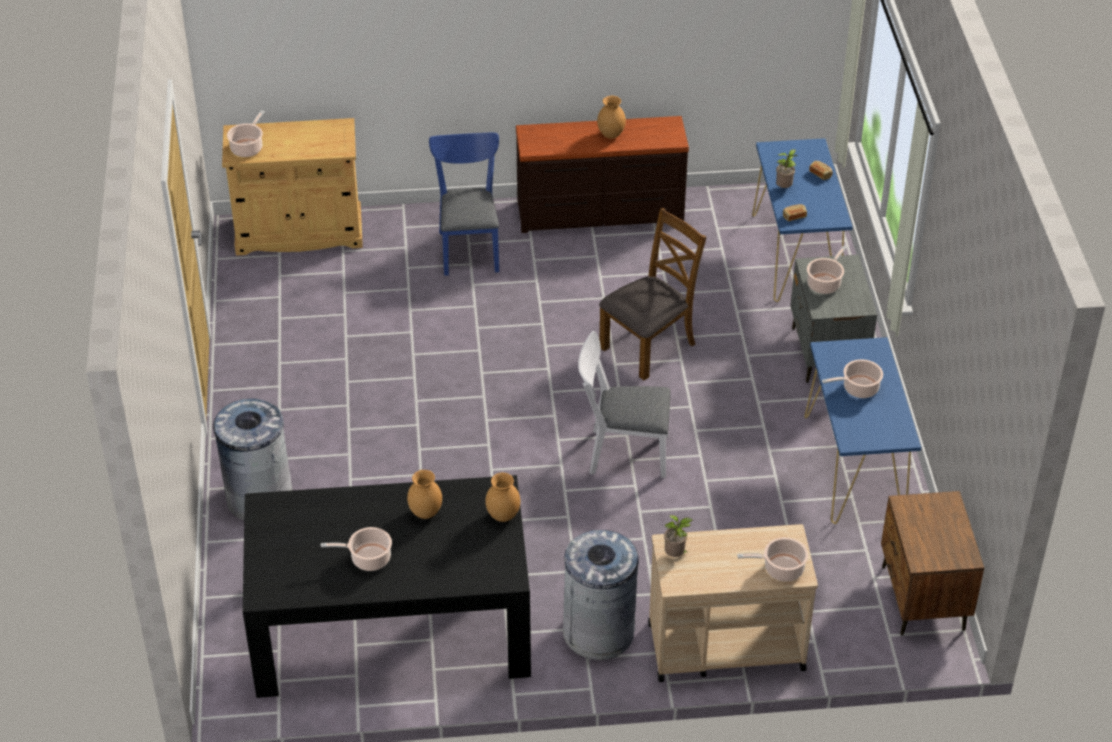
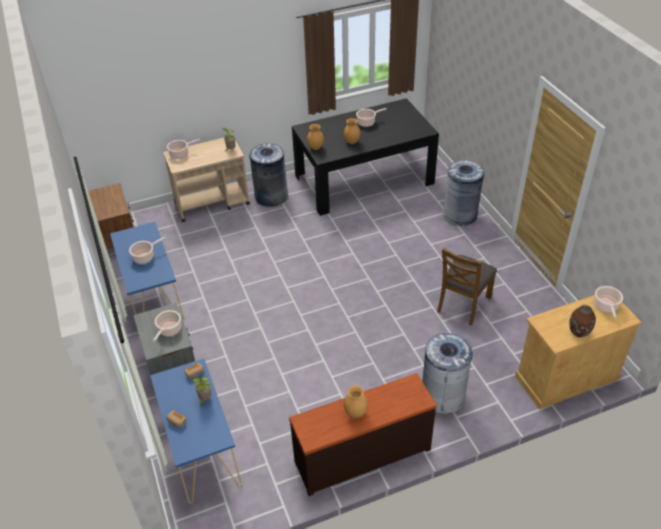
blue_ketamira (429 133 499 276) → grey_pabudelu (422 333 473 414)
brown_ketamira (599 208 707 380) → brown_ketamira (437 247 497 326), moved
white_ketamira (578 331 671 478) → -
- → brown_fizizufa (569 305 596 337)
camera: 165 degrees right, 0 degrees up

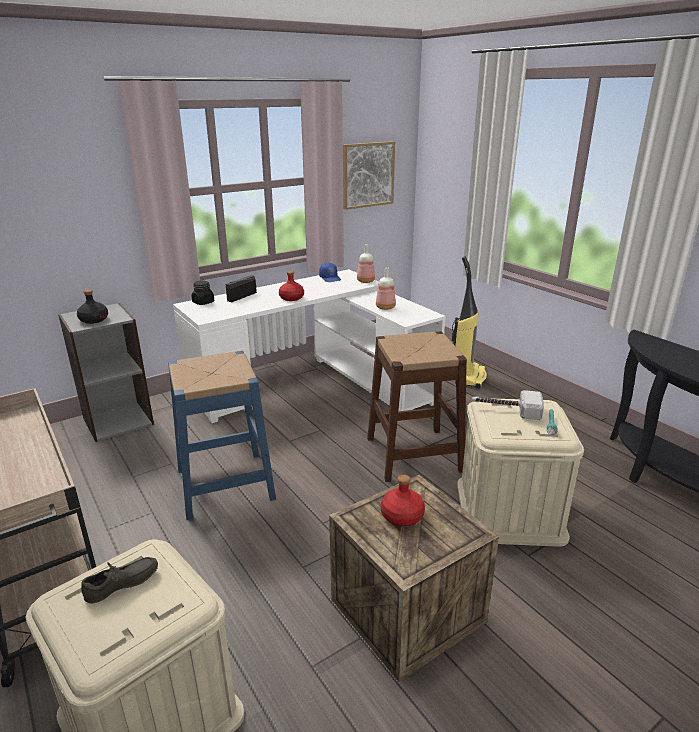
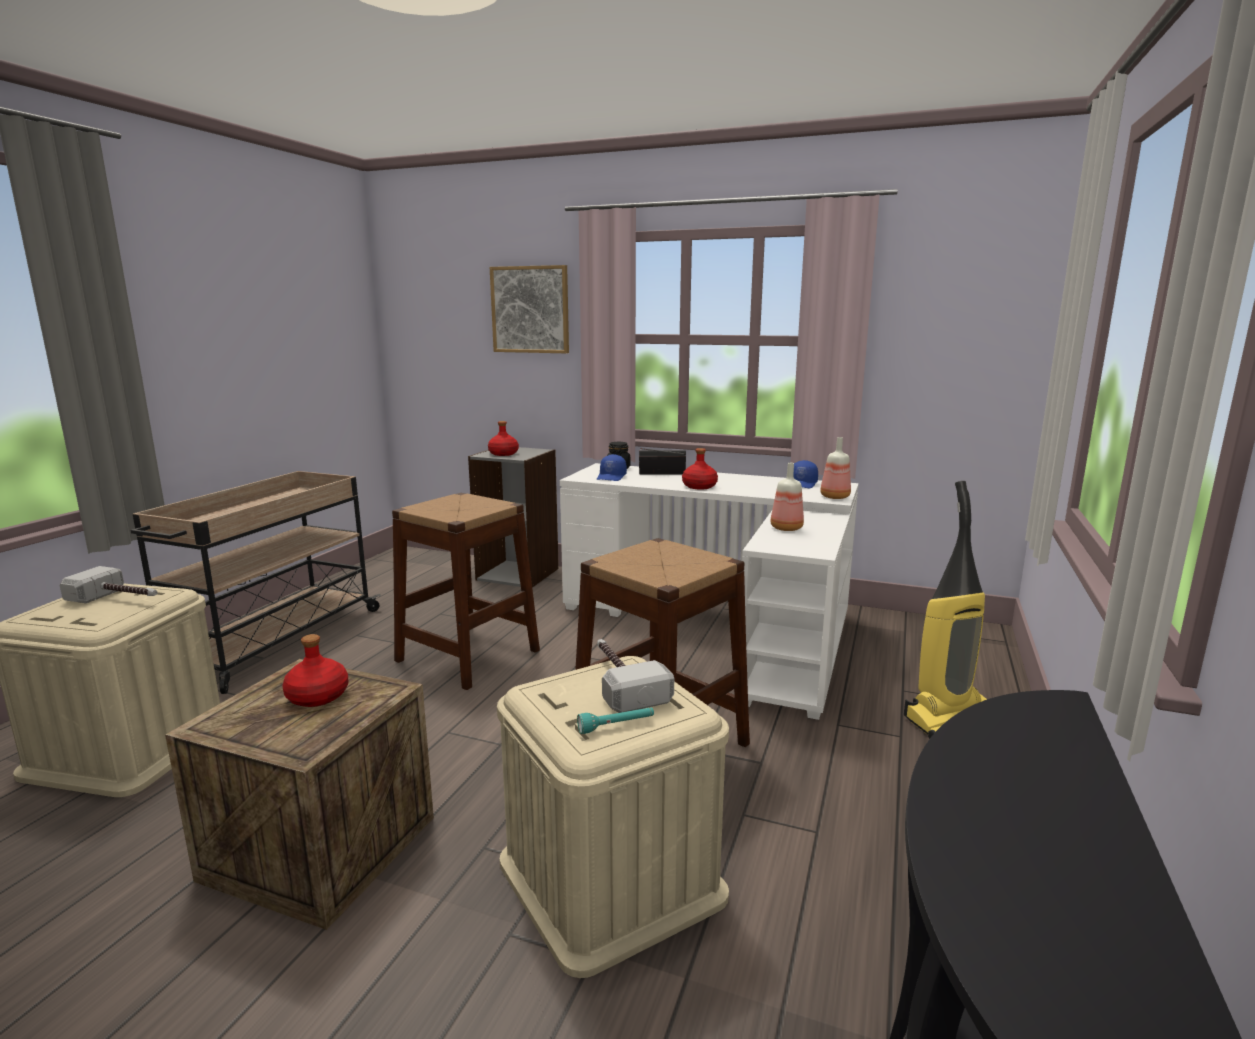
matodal (343 141 395 210) → matodal (490 265 569 353), moved
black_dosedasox (77 290 108 324) → red_dosedasox (488 421 519 456)
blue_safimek (168 351 276 520) → brown_safimek (392 493 540 690)
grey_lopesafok (81 557 158 604) → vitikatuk (60 566 157 603)
- → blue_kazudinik (597 454 627 481)
camera: 55 degrees right, 10 degrees down

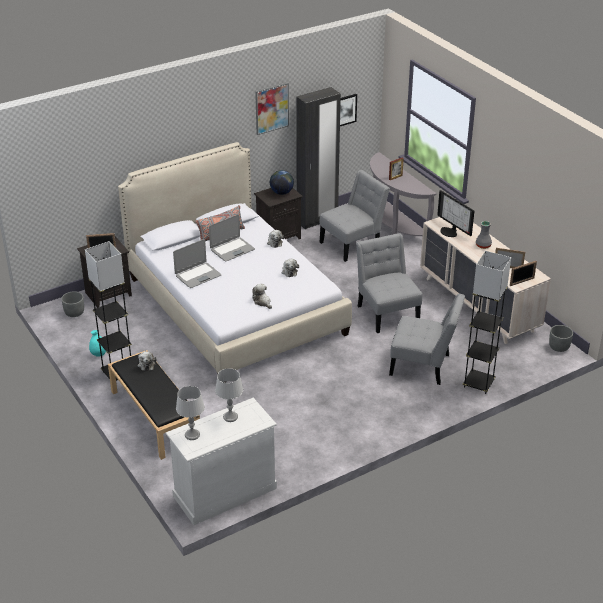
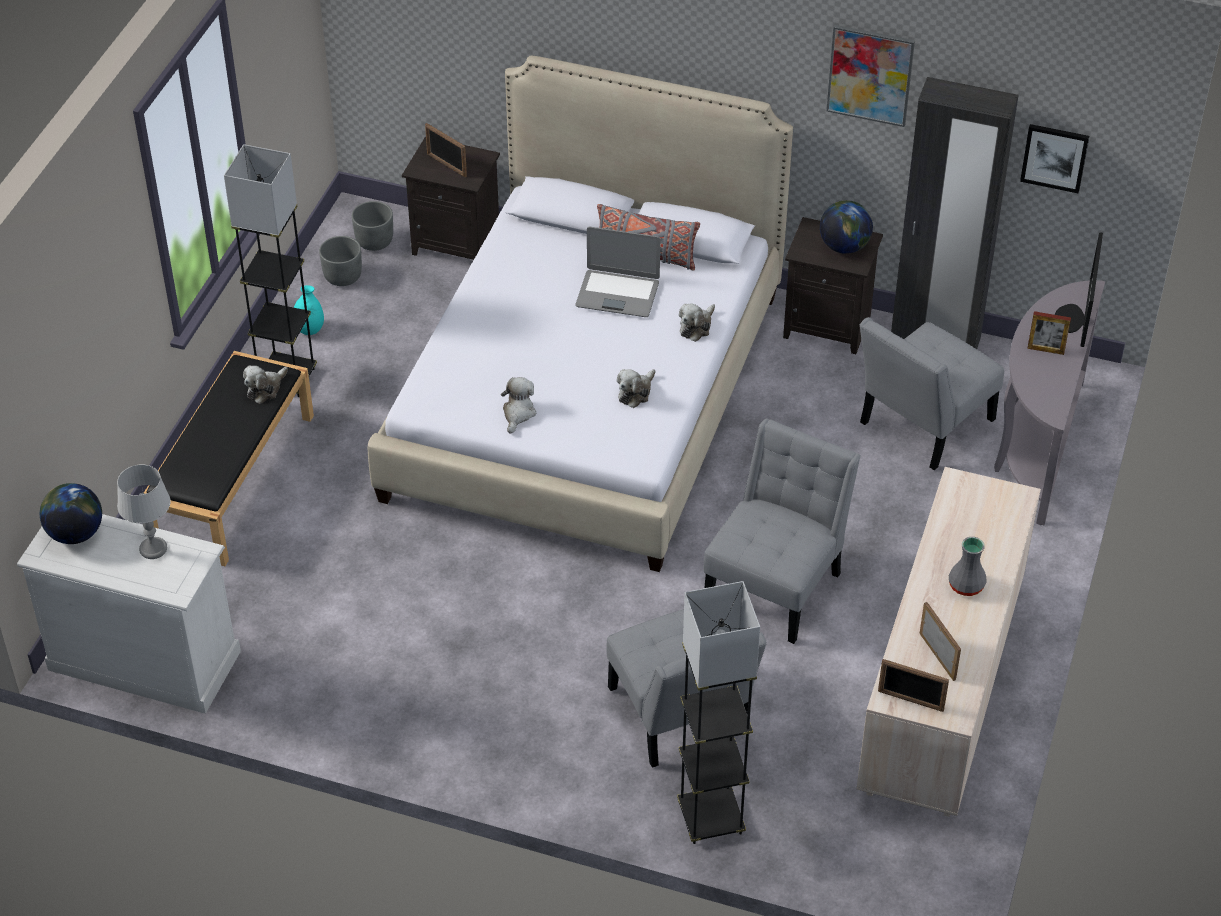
grey_ketamira (320 170 390 262) → grey_ketamira (860 317 1004 470), 120 degrees clockwise
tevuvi (437 190 474 237) → tevuvi (1055 232 1103 347), moved
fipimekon (173 239 221 288) → -
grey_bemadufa (549 325 573 352) → grey_bemadufa (319 236 362 286), moved
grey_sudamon (176 386 205 440) → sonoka (40 483 102 544)
camera: 50 degrees right, 10 degrees up

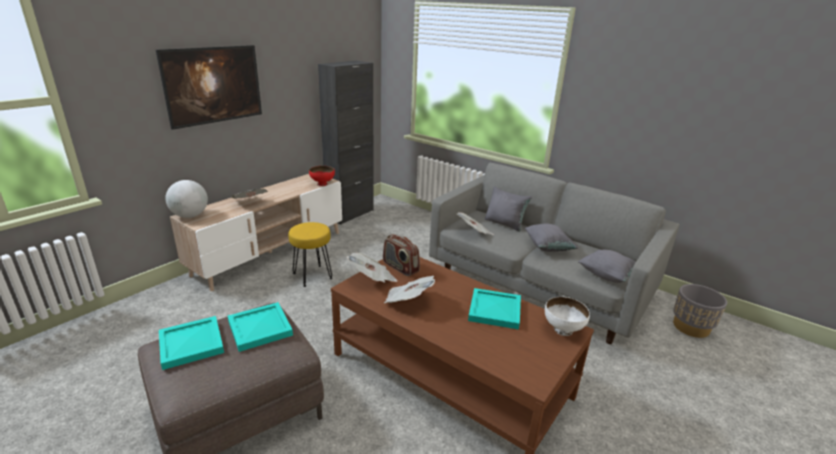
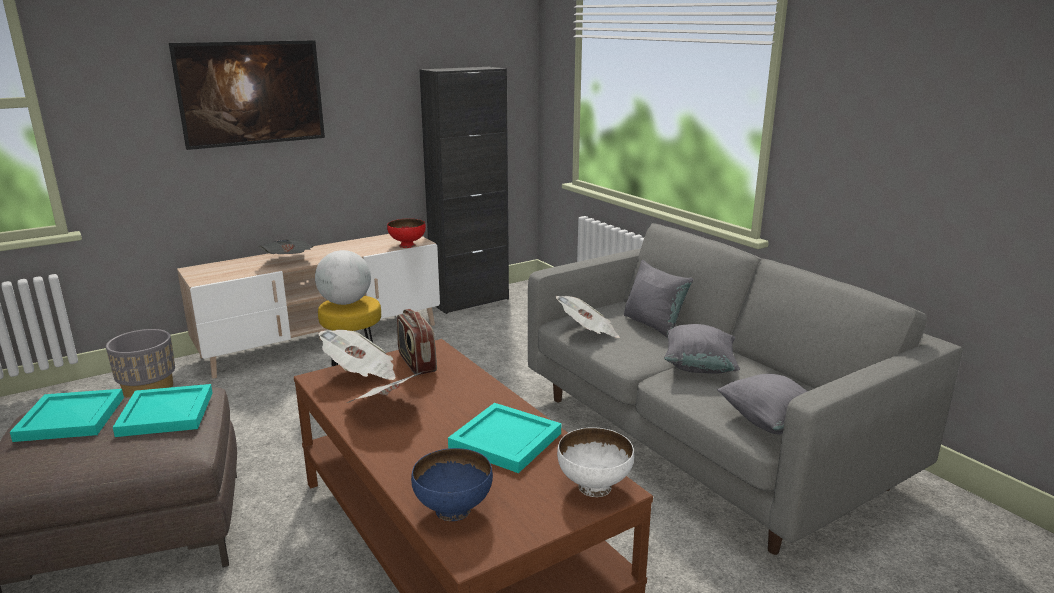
sonoka (165 180 208 218) → sonoka (315 250 371 305), moved
grey_bemadufa (673 284 727 338) → grey_bemadufa (106 329 175 398), moved
- → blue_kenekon (411 448 493 521)
camera: 20 degrees right, 5 degrees down

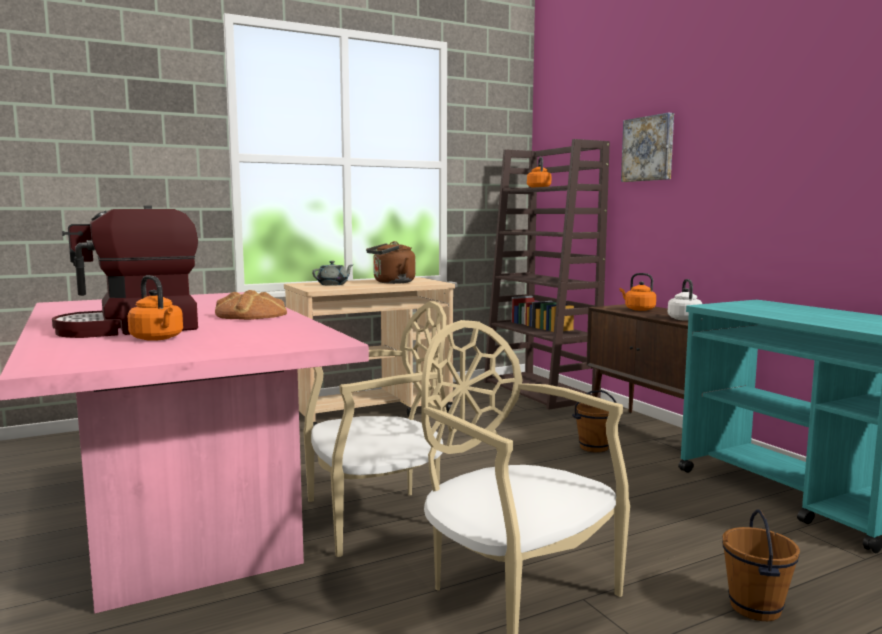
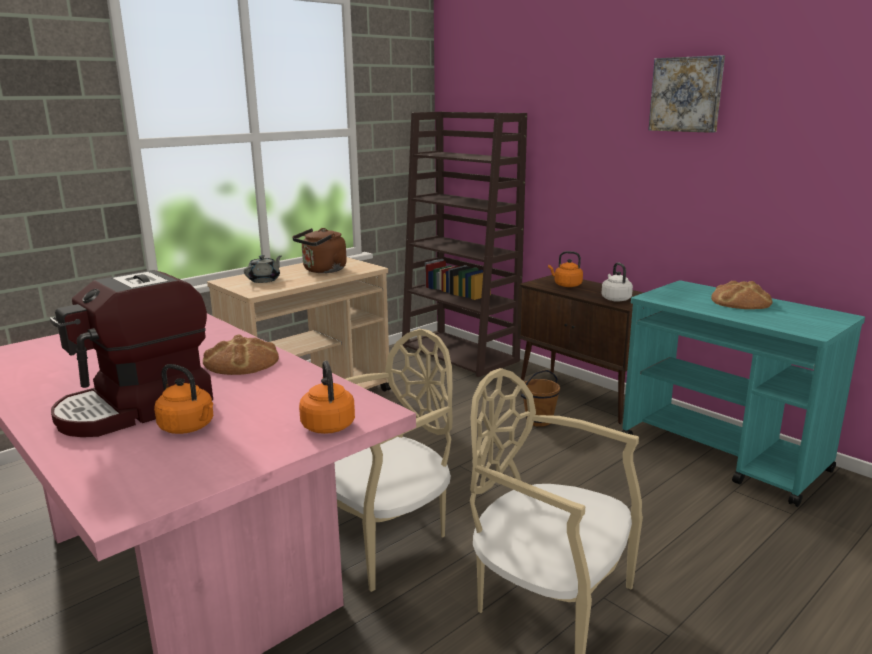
matodal (621 113 674 182) → matodal (648 55 725 133), moved
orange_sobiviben (527 157 551 188) → orange_sobiviben (299 361 355 434), moved
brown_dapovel (722 509 800 621) → -
- → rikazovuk (711 281 772 309)
camera: 15 degrees left, 10 degrees up

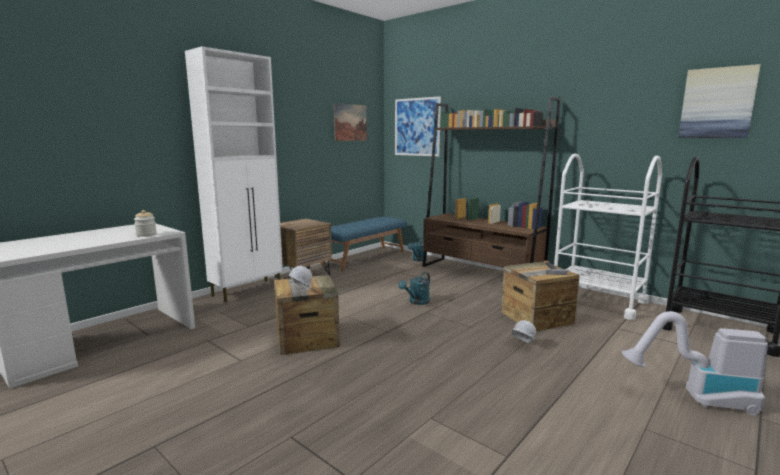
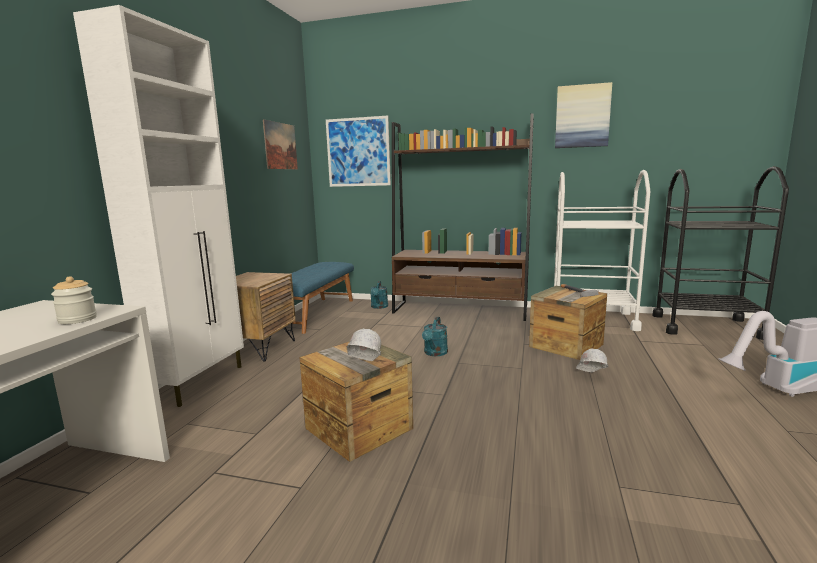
matodal (678 64 761 138) → matodal (555 82 612 148), moved
camera: 25 degrees left, 0 degrees up

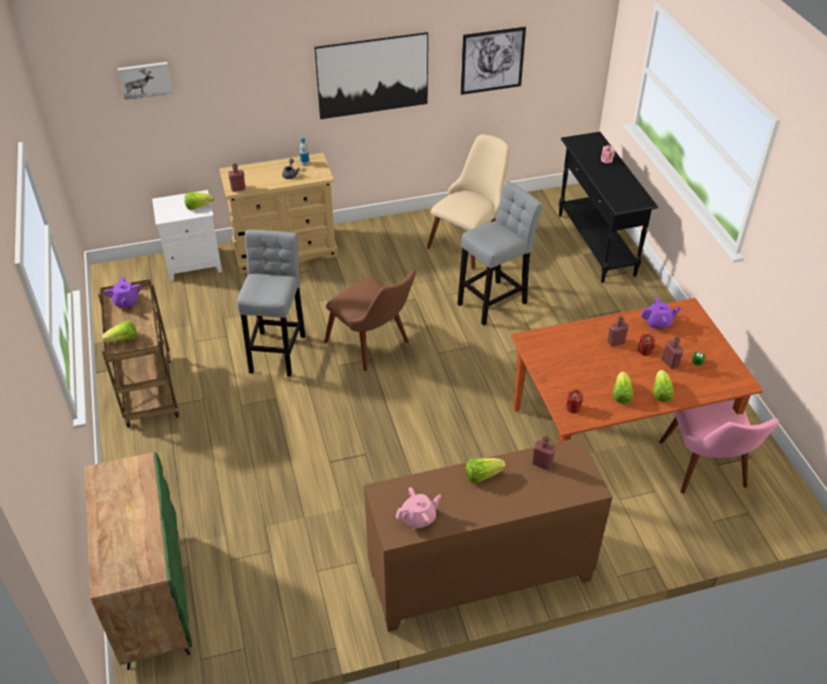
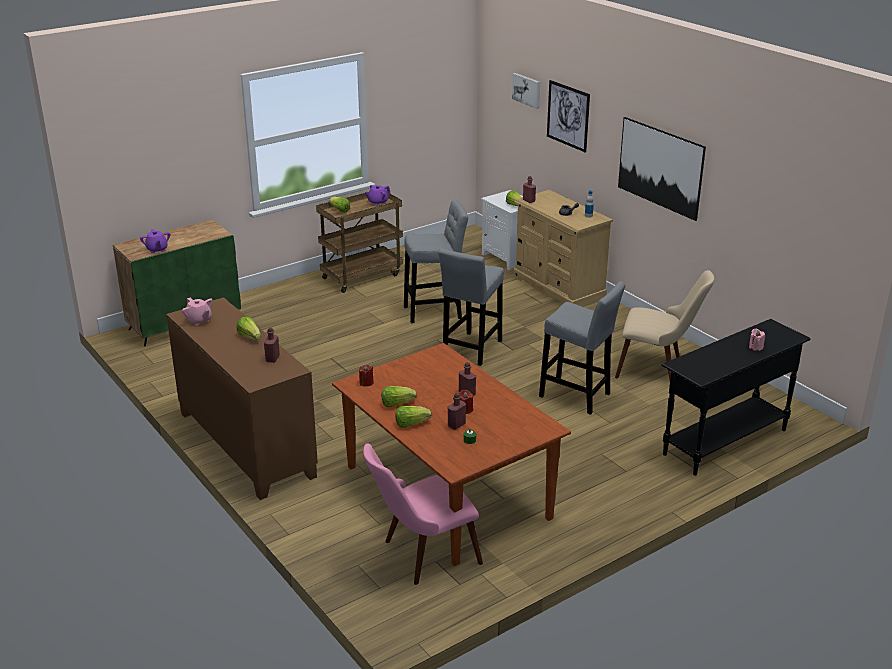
matodal (461 27 526 95) → matodal (547 80 590 153), moved
brown_ketamira (324 269 416 371) → grey_safimek (438 248 504 366)
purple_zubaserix (641 297 681 329) → purple_zubaserix (140 229 171 253), moved
camera: 70 degrees right, 15 degrees down

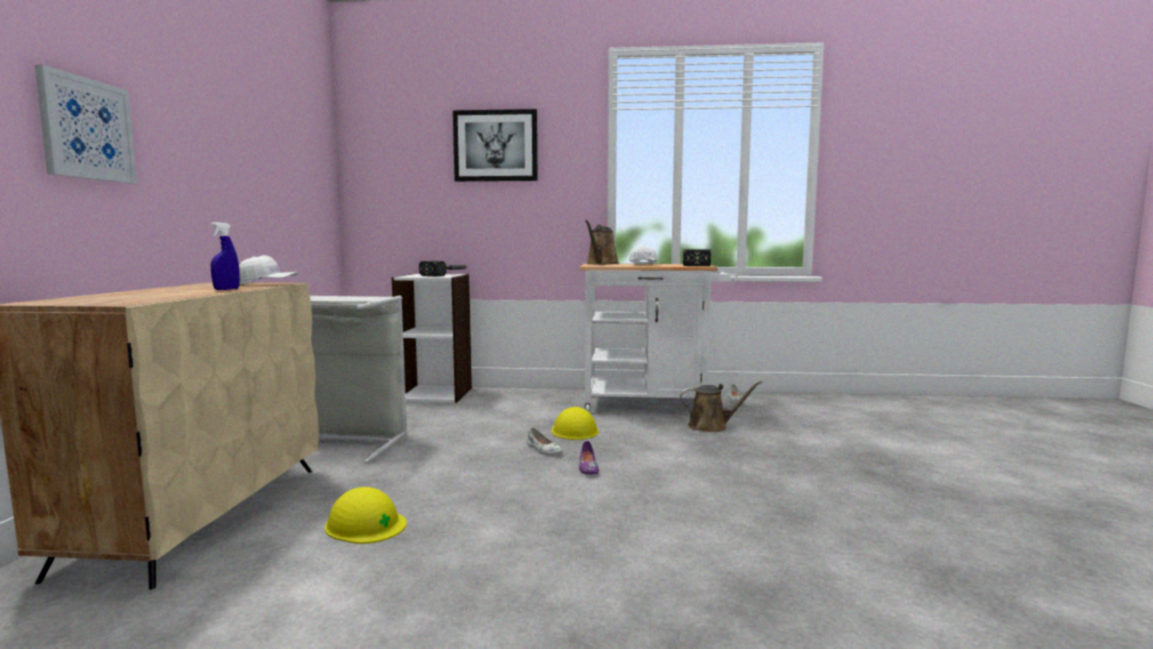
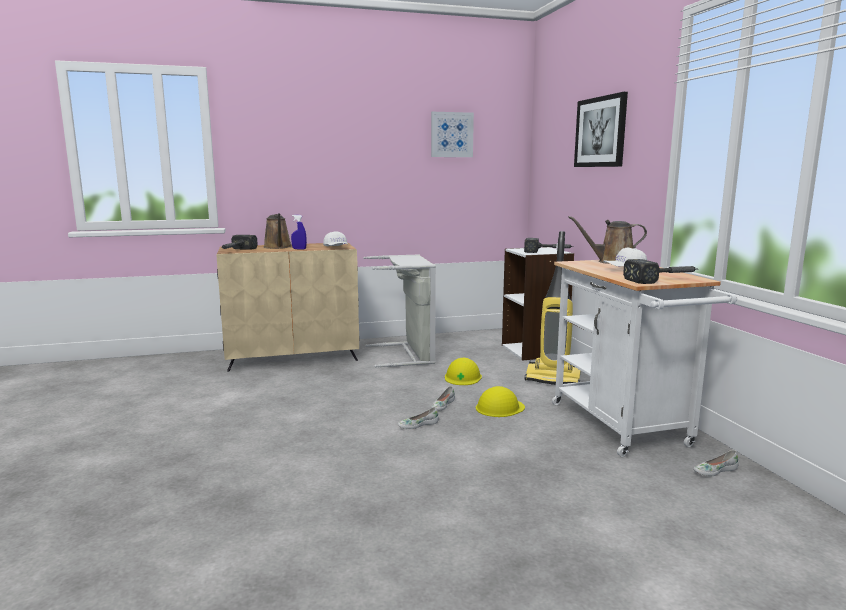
matodal (35 65 137 184) → matodal (431 112 474 157), moved
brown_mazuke (680 381 762 432) → brown_mazuke (264 213 292 249), moved
purple_lopesafok (579 441 599 475) → white_lopesafok (398 407 439 429)
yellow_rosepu (324 487 407 544) → yellow_rosepu (445 358 482 385), moved
- → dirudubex (524 231 581 385)
- → vitikatuk (221 235 258 250)
camera: 70 degrees right, 5 degrees up

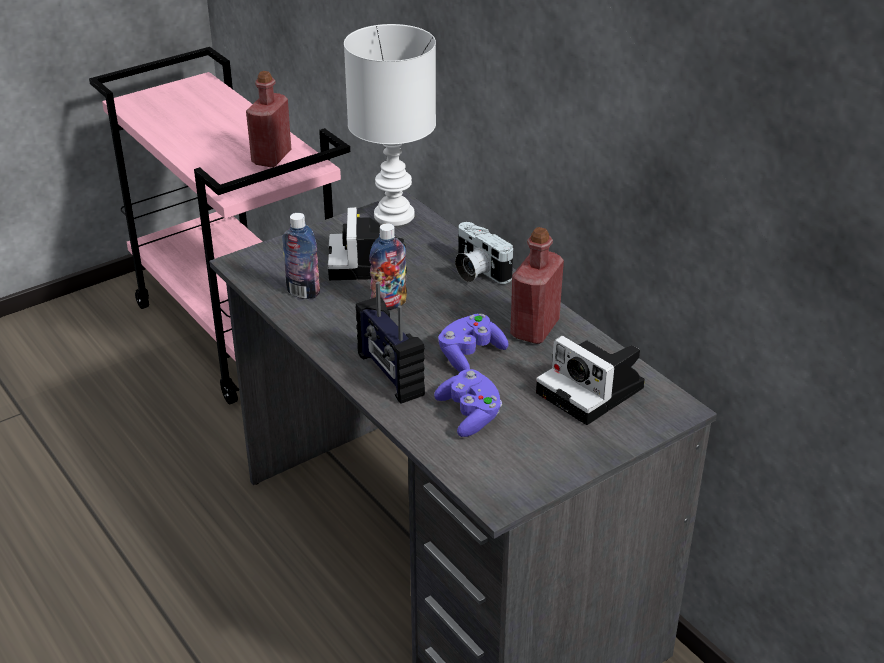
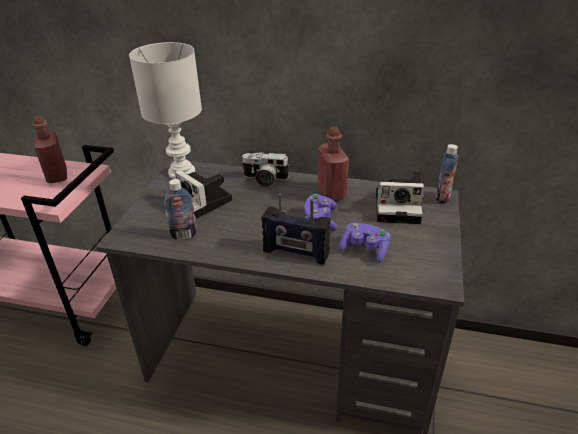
dosedasox (369 223 407 310) → dosedasox (436 144 459 204), moved
camera: 40 degrees left, 0 degrees up

